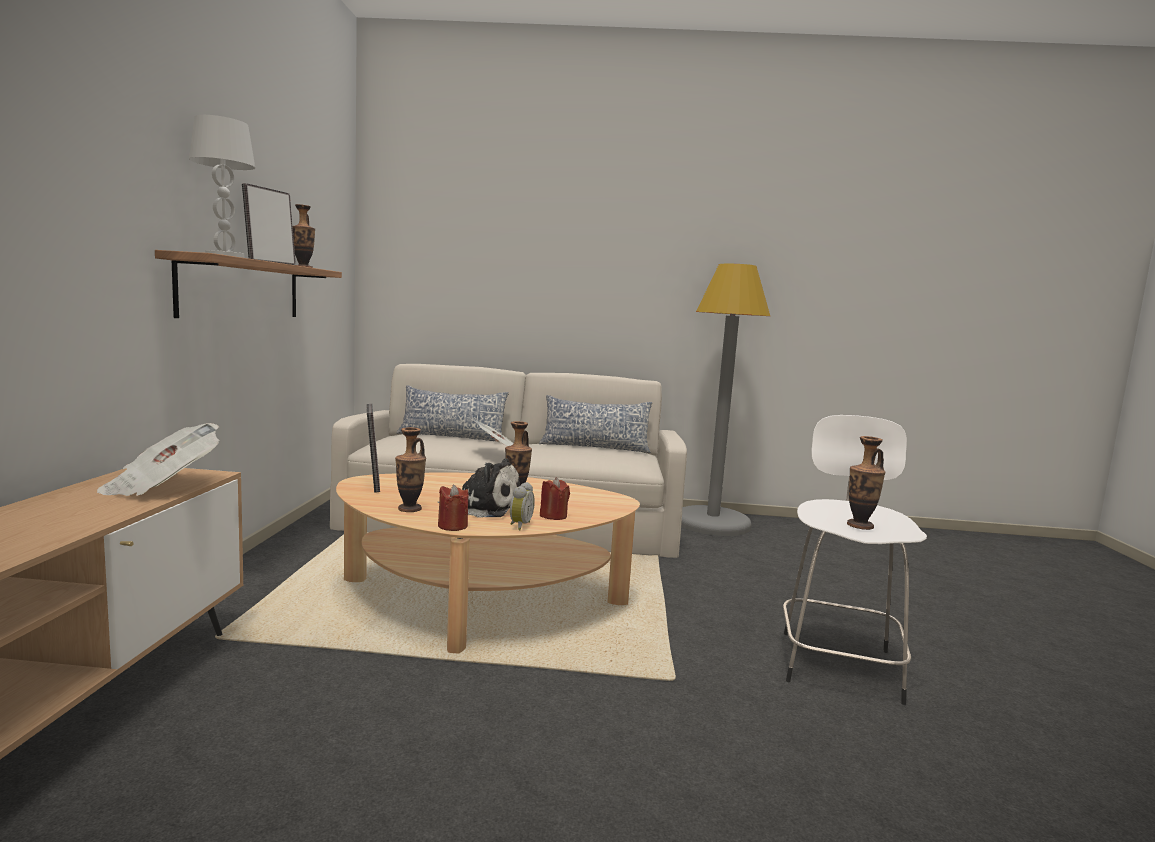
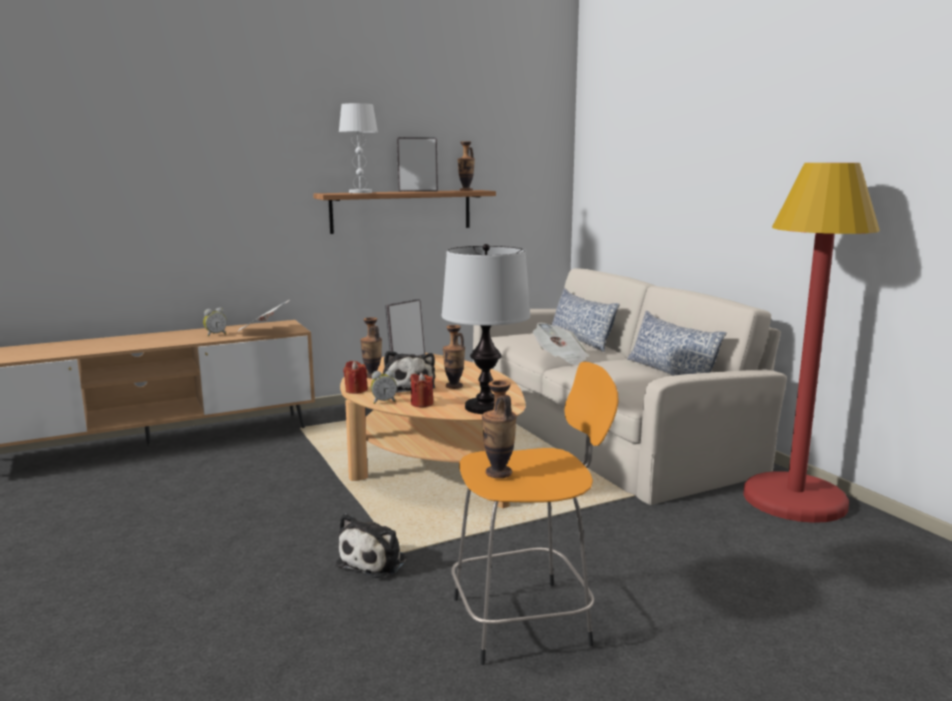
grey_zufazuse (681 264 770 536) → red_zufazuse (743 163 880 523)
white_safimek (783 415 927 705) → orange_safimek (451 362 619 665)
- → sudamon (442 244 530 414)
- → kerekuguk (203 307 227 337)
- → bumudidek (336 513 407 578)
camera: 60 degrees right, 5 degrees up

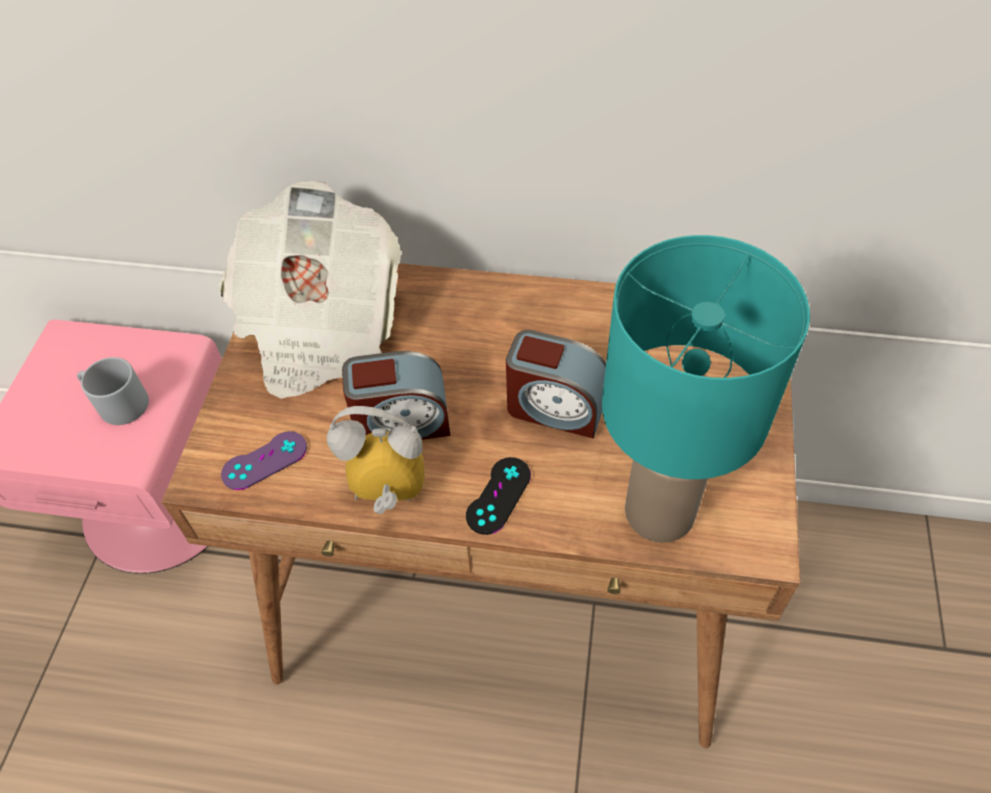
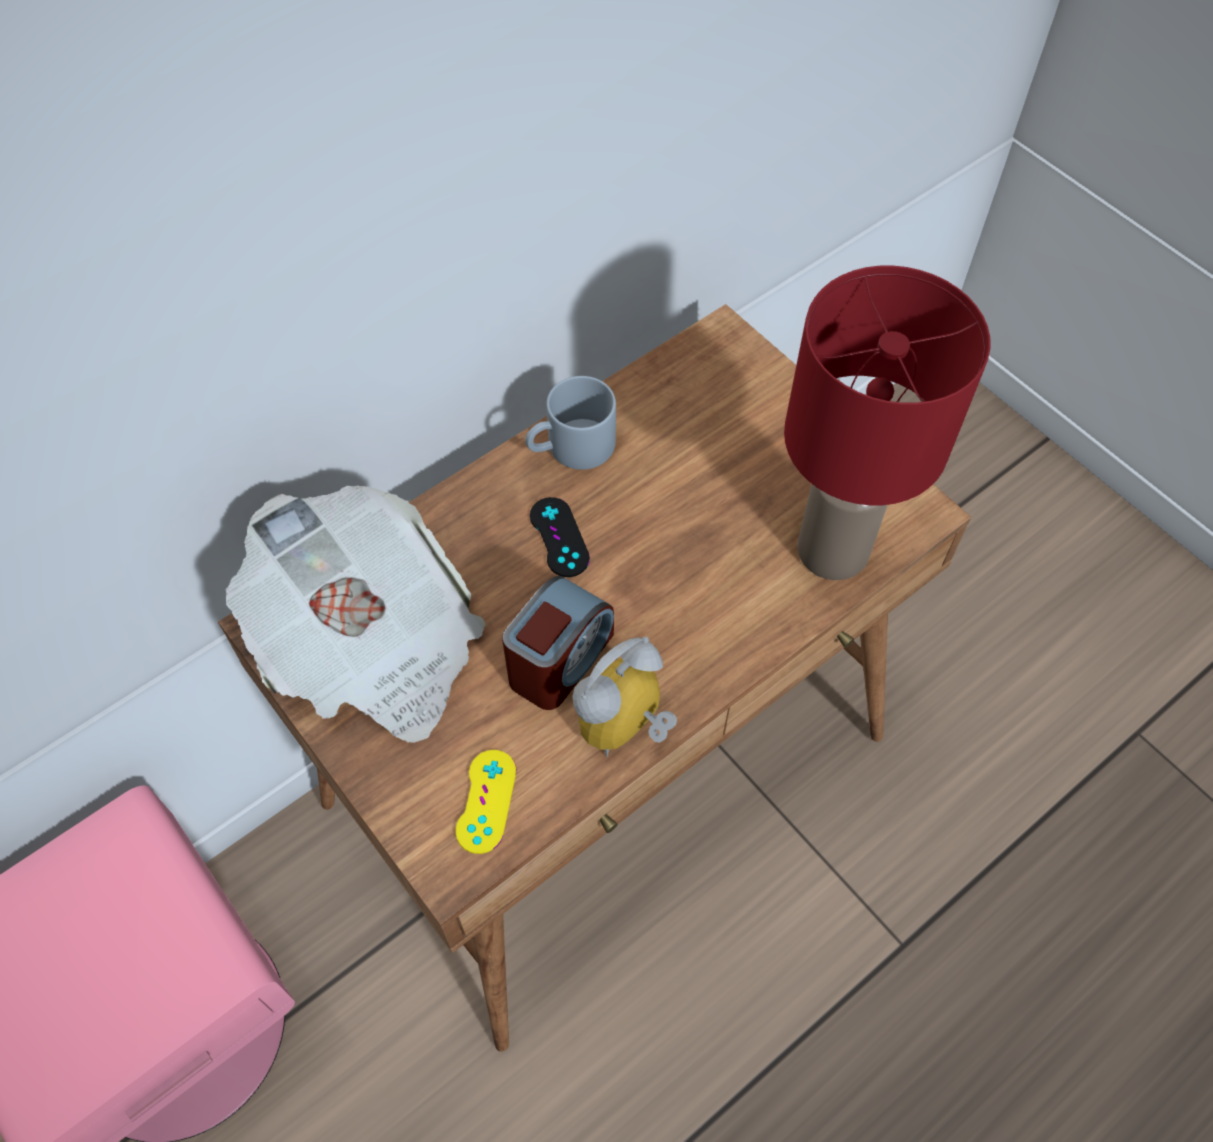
turquoise_sudamon (602 235 810 543) → red_sudamon (784 266 990 580)
kerekuguk (506 330 606 438) → -
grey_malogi (77 357 149 425) → grey_malogi (525 376 616 470), moved
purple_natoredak (221 431 307 490) → yellow_natoredak (456 750 516 854)
black_natoredak (466 457 531 535) → black_natoredak (530 497 590 577), moved
camera: 50 degrees left, 5 degrees up

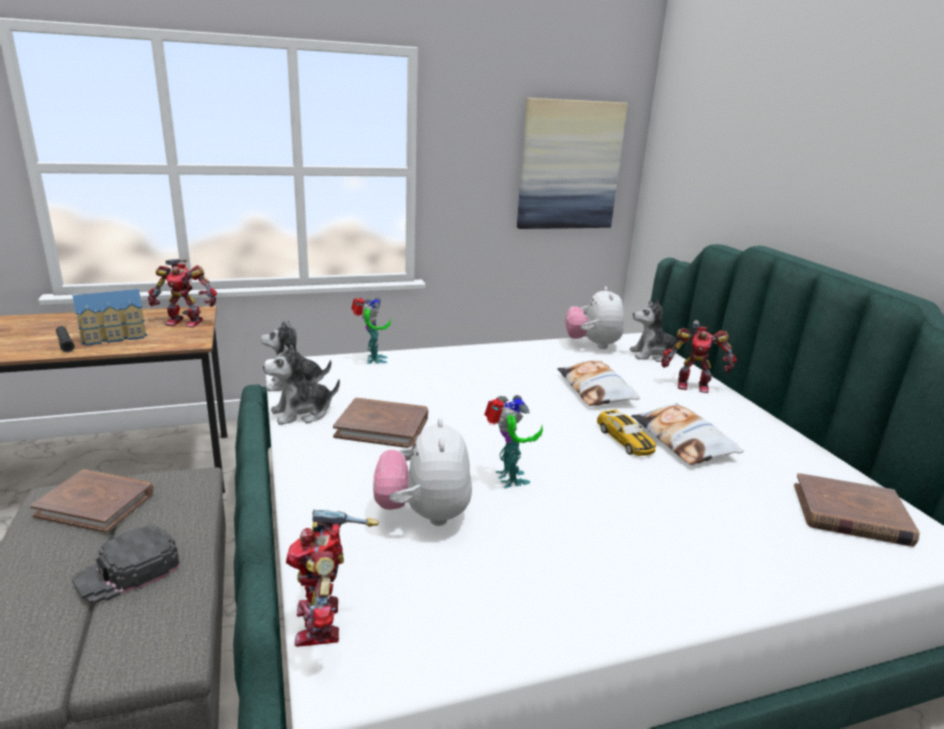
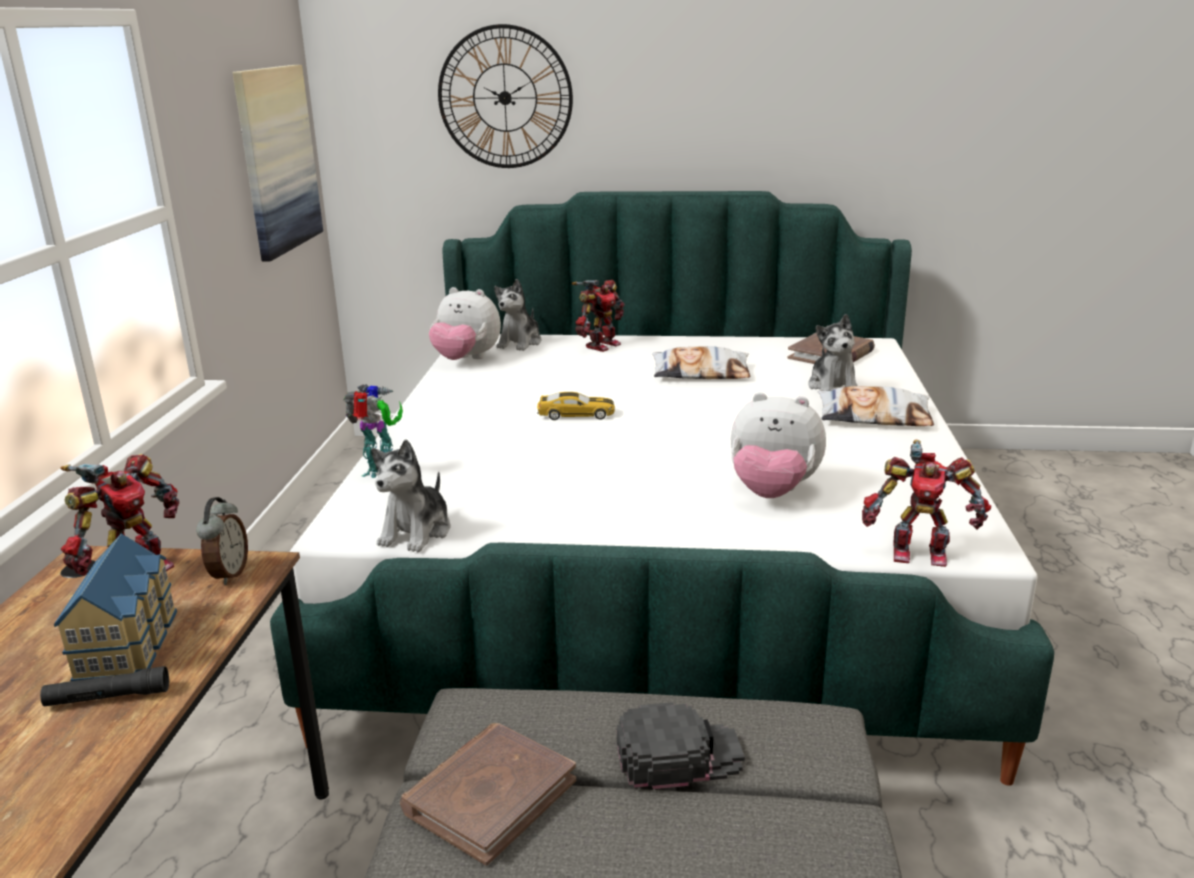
bumudidek (263 344 340 425) → bumudidek (808 314 857 391), moved
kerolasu (557 361 640 406) → kerolasu (818 386 934 426), moved
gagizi (484 395 543 488) → -
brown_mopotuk (333 398 428 448) → -
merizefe (597 410 656 456) → merizefe (537 392 615 420), moved
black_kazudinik (72 525 180 604) → black_kazudinik (617 702 745 789), 75 degrees counterclockwise
- → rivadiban (438 24 573 168)
- → kerekuguk (196 497 248 585)
camera: 65 degrees left, 0 degrees up

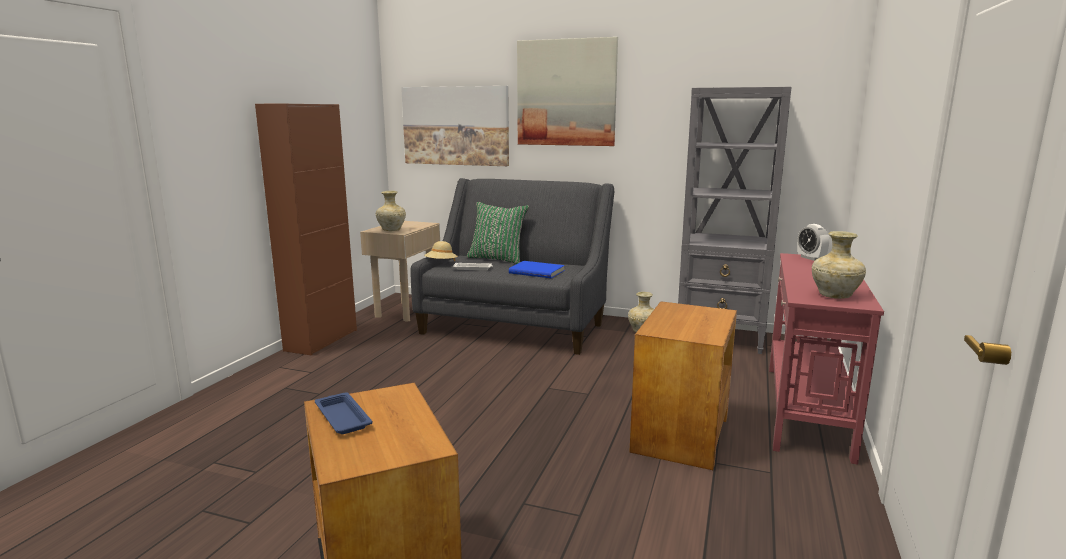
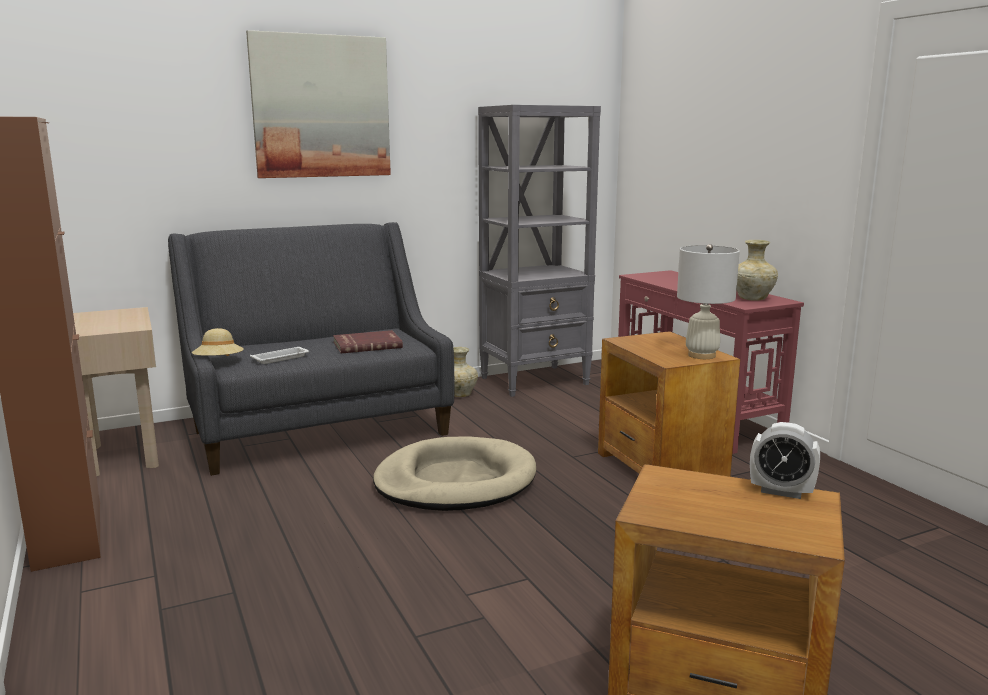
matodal (401 86 509 166) → -
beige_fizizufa (376 191 406 231) → -
green_kerolasu (467 202 529 264) → -
kerekuguk (797 224 829 261) → kerekuguk (750 422 820 499), moved
blue_mopotuk (509 261 565 278) → red_mopotuk (333 330 403 353)
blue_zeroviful (315 392 373 434) → -
- → white_sudamon (677 244 740 359)
- → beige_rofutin (373 436 536 511)
camera: 45 degrees left, 0 degrees up

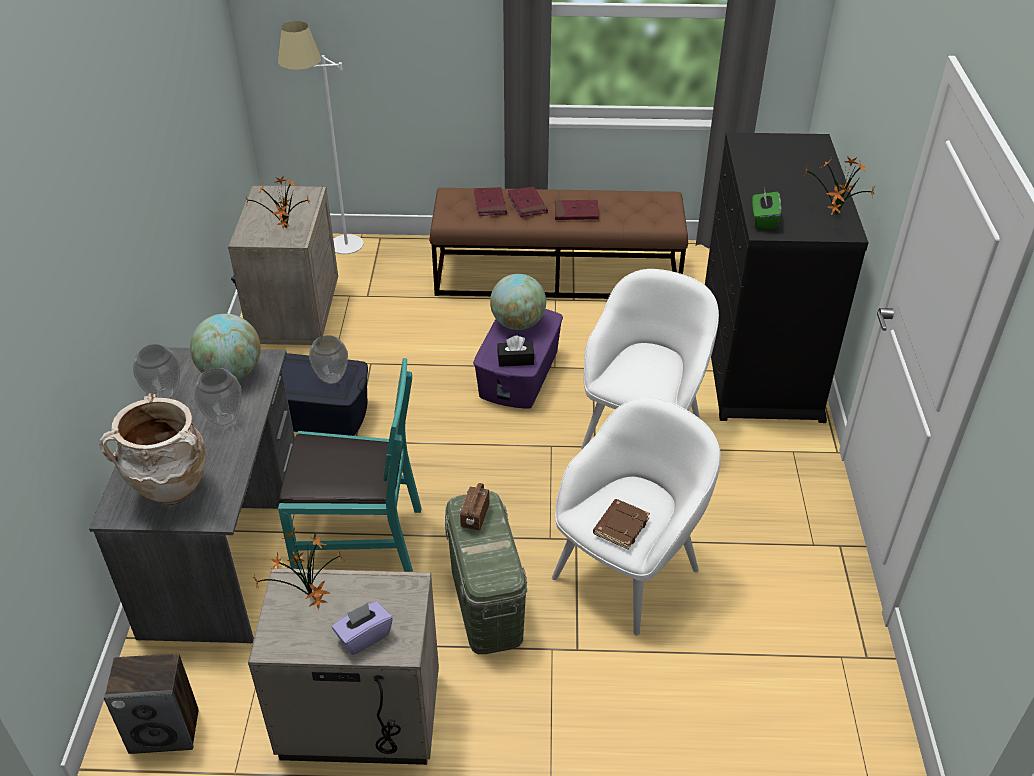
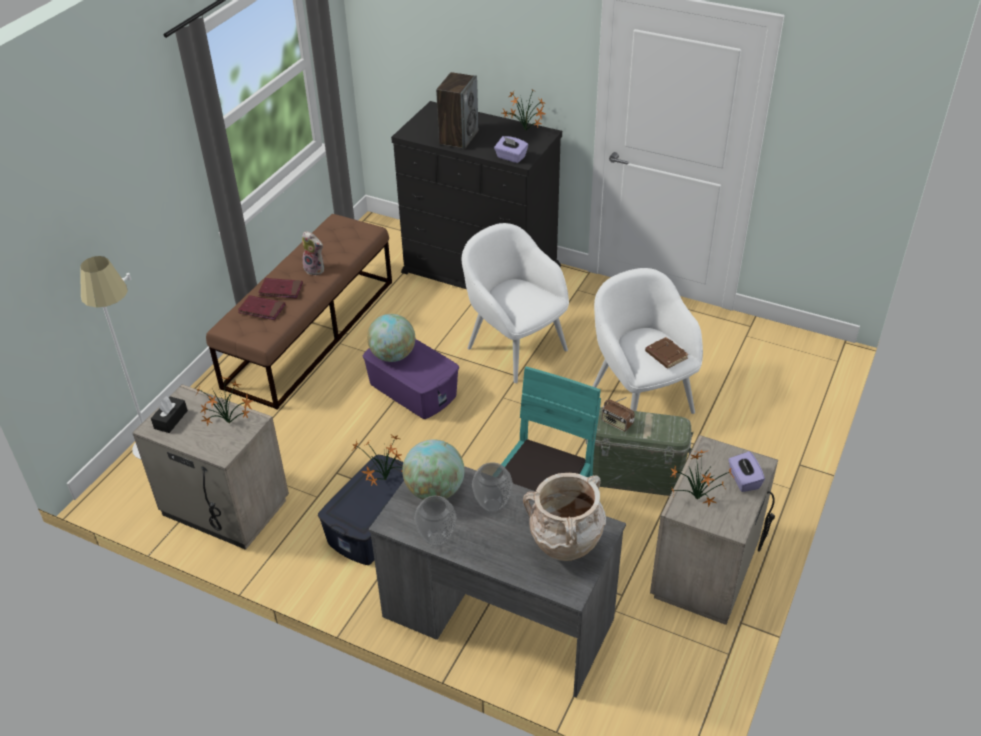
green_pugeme (752 189 781 229) → purple_pugeme (494 136 528 163)
red_mopotuk (555 200 599 220) → bumudidek (302 231 324 276)
fizizufa (309 335 348 384) → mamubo (352 435 402 486)
black_pugeme (497 336 534 367) → black_pugeme (151 396 188 433), moved
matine (104 654 199 754) → matine (436 72 478 149), moved
camera: 65 degrees left, 0 degrees up

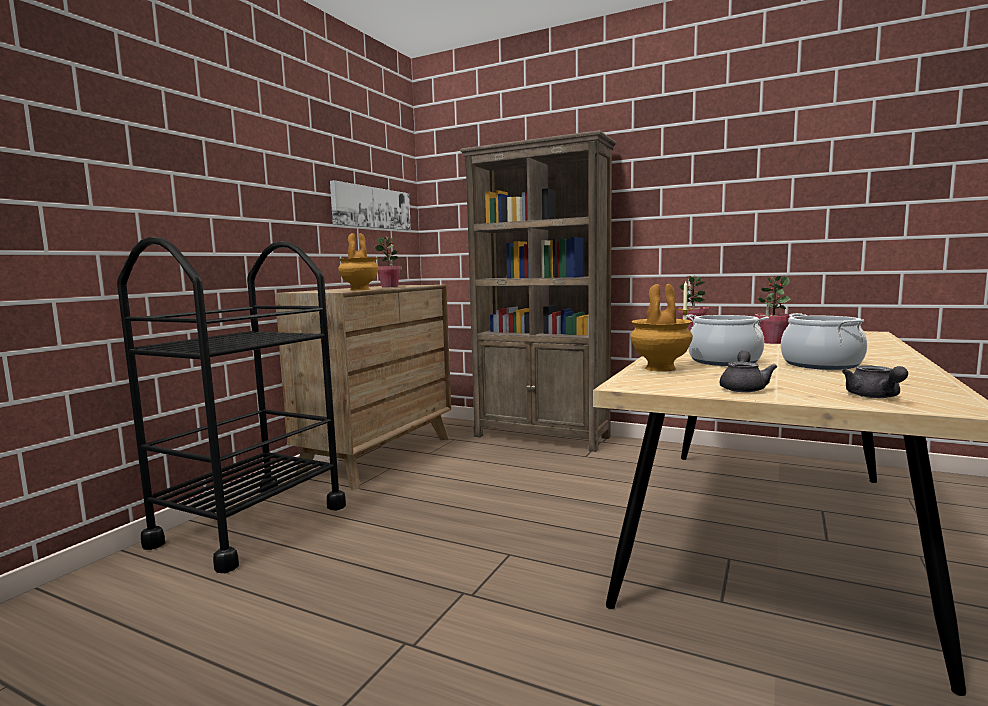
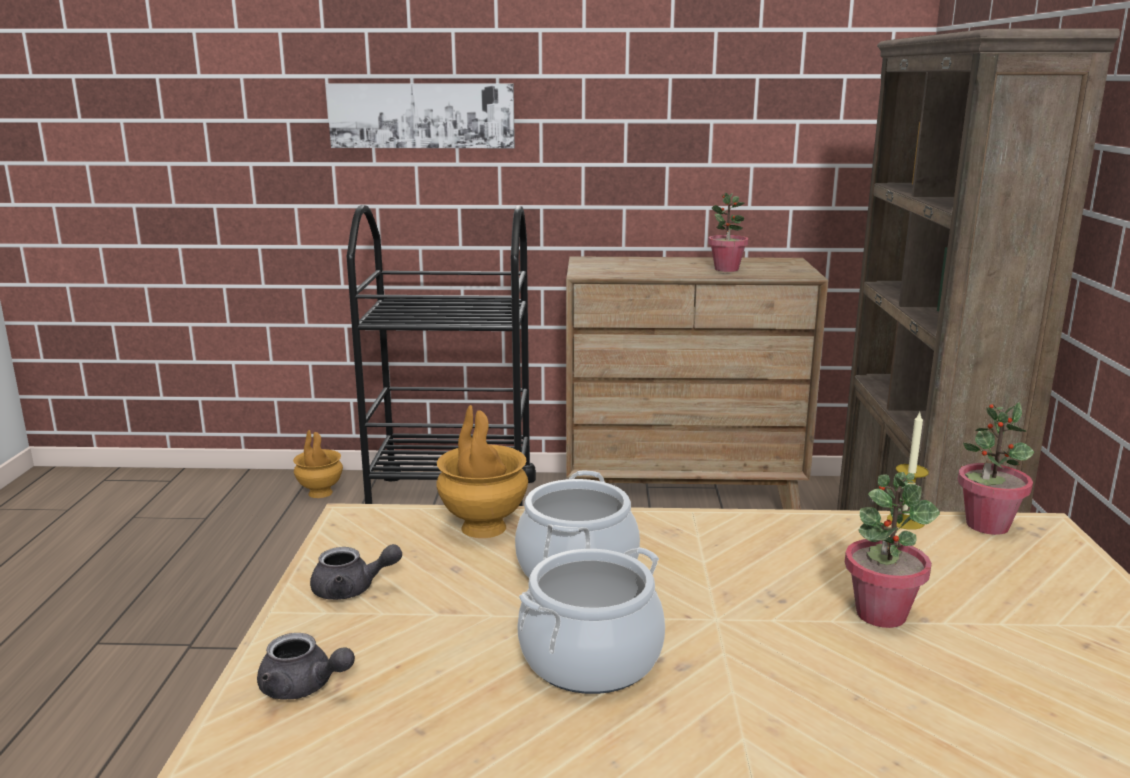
matodal (330 180 411 230) → matodal (326 83 515 148), moved
brown_fizizufa (338 233 379 291) → brown_fizizufa (293 430 343 498), moved
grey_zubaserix (842 365 908 398) → grey_zubaserix (257 633 355 700), 135 degrees counterclockwise
camera: 65 degrees right, 10 degrees up

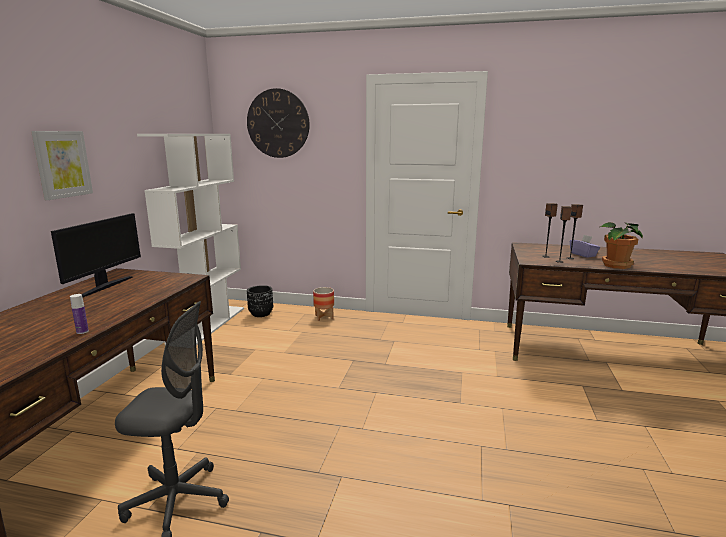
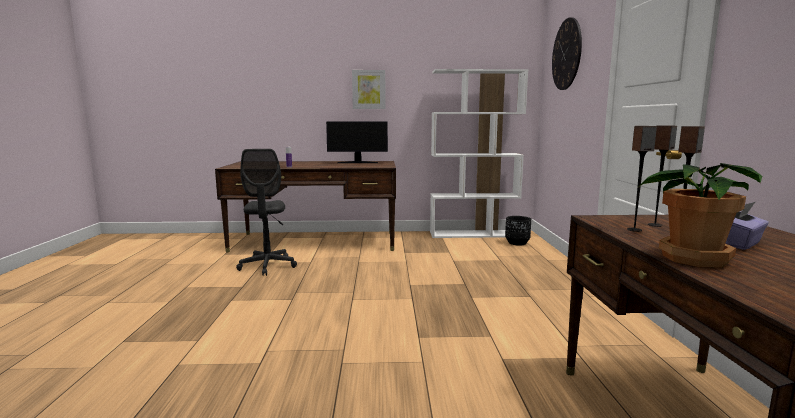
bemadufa (313 287 334 321) → -
camera: 75 degrees right, 5 degrees down

